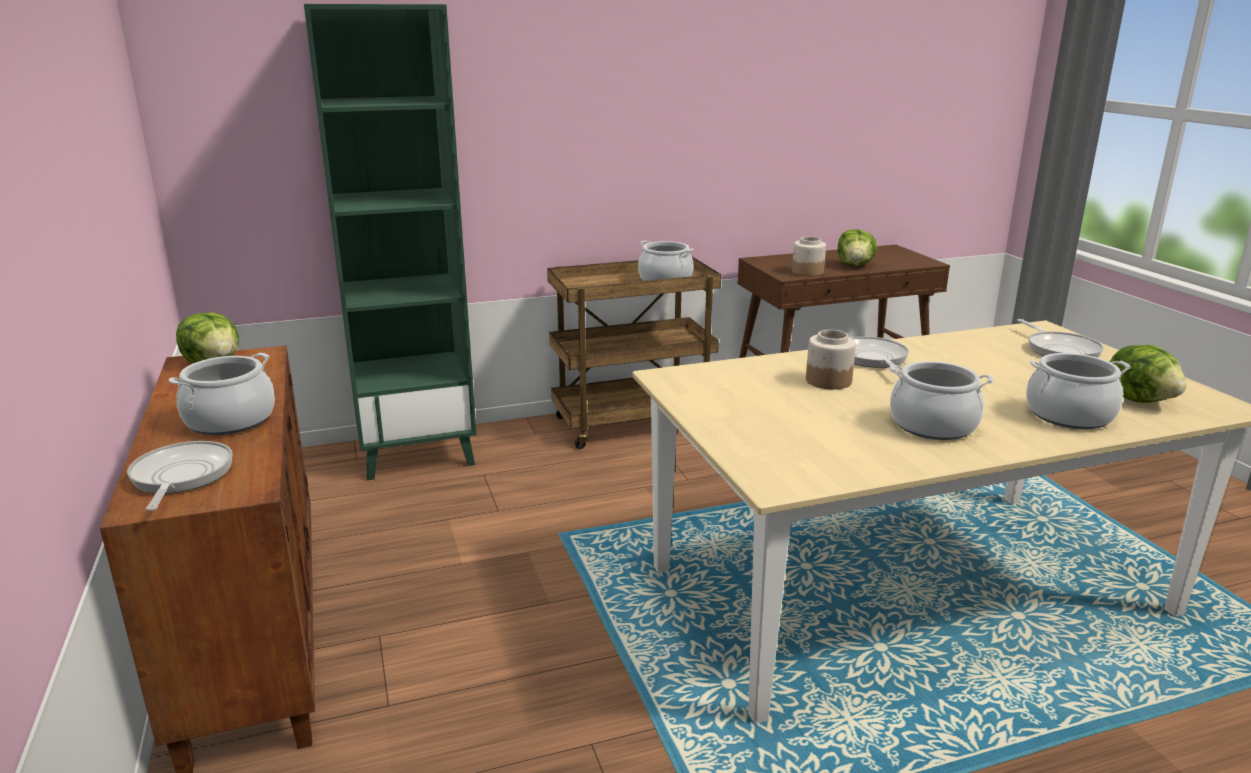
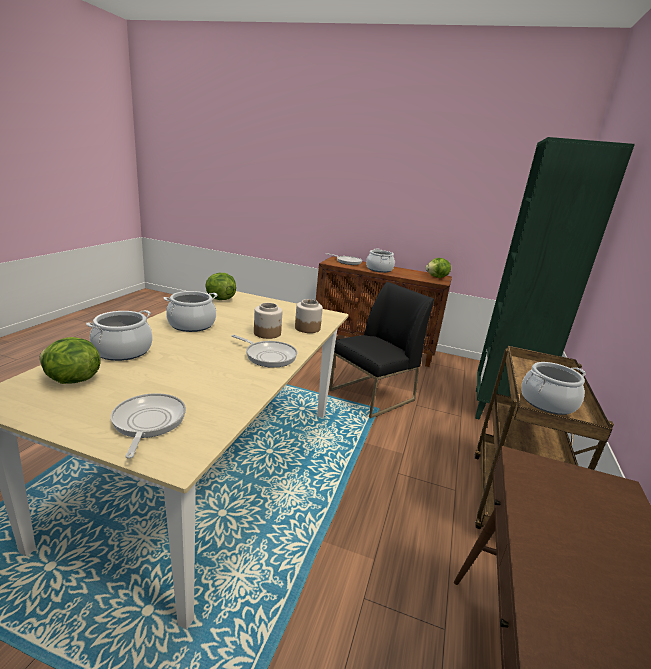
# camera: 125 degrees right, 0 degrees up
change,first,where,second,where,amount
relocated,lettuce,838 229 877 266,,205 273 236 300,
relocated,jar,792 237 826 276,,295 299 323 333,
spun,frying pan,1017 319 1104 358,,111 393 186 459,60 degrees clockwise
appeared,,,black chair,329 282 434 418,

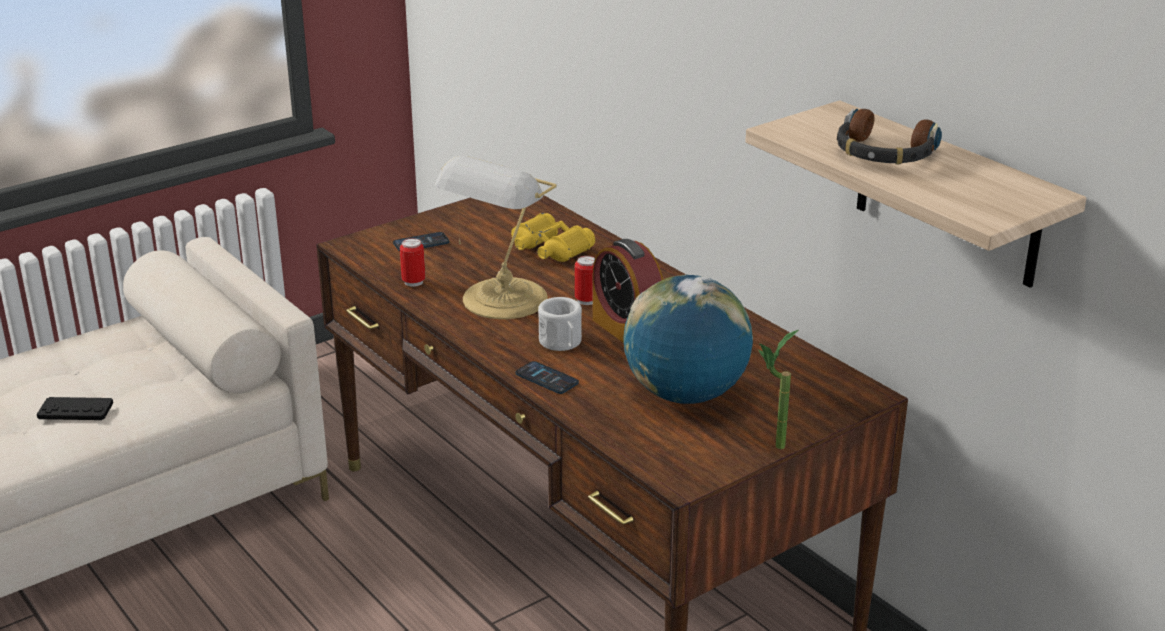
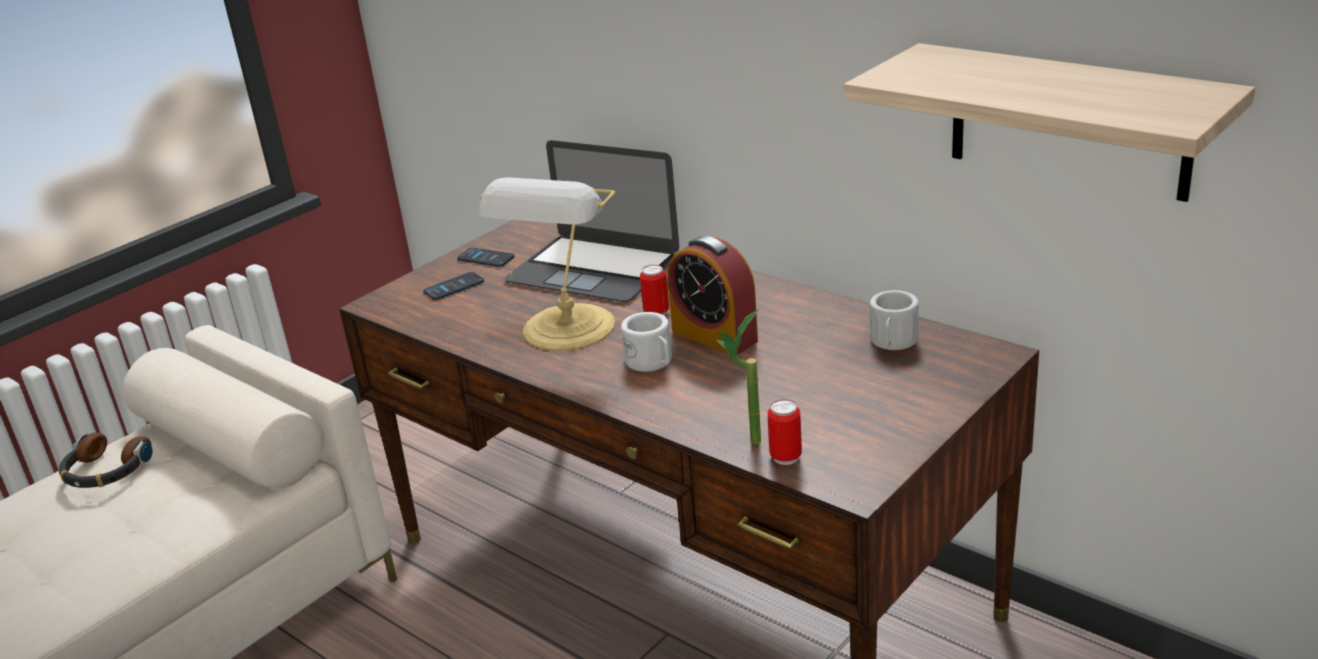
# camera: 10 degrees left, 0 degrees up
change,first,where,second,where,amount
relocated,headphones,837 108 942 164,,59 433 152 488,
exchanged,yellow binoculars,511 213 595 262,laptop,504 140 679 302,
relocated,can,400 238 425 287,,768 400 802 465,
missing,globe,623 275 753 404,,,
relocated,potted plant,758 330 798 449,,716 310 761 444,
relocated,phone,516 361 579 394,,457 248 515 267,
missing,black game controller,37 397 113 420,,,
appeared,,,white mug,870 290 919 350,

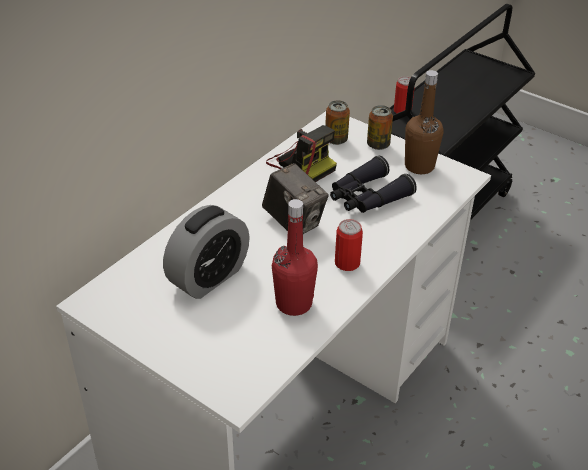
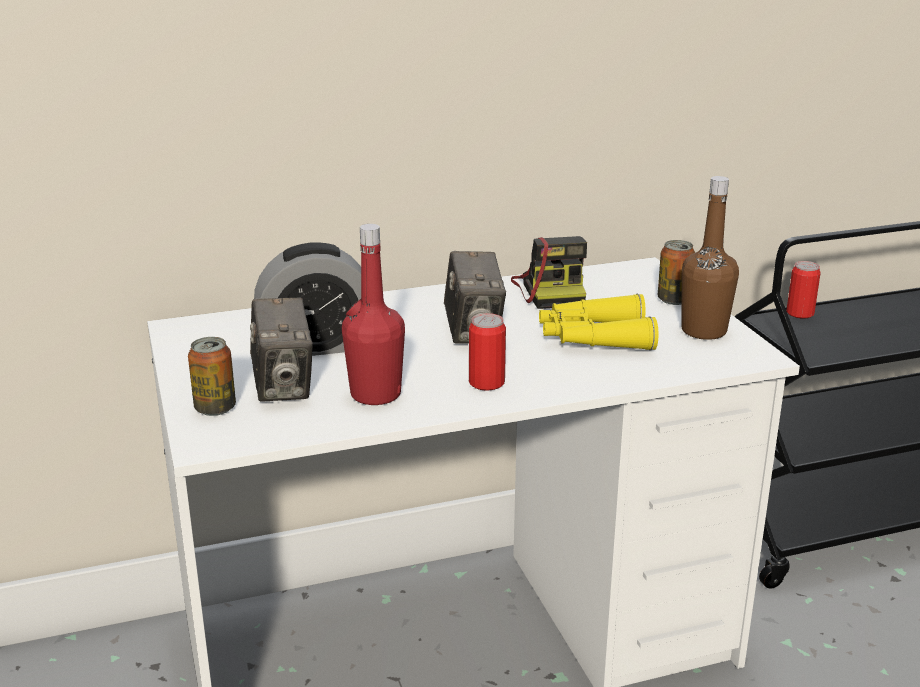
# camera: 35 degrees right, 15 degrees down
change,first,where,second,where,amount
relocated,can,325 100 350 145,,188 337 236 416,
colour,black binoculars,330 156 417 213,yellow binoculars,539 294 658 351,
appeared,,,photo camera,250 298 313 402,

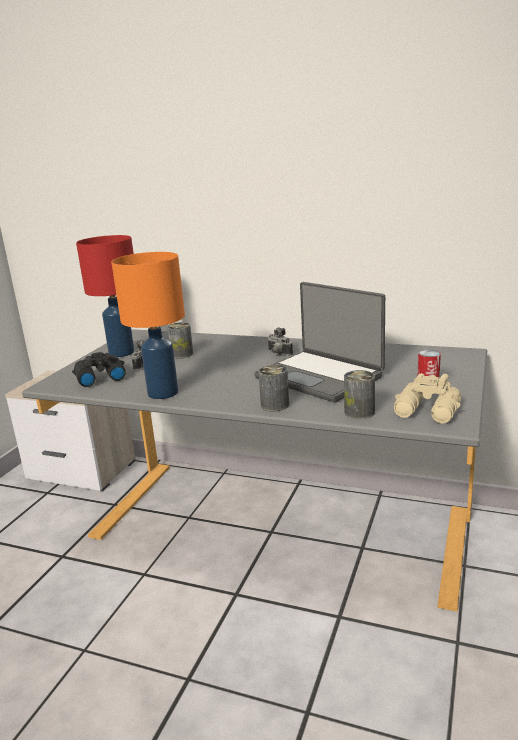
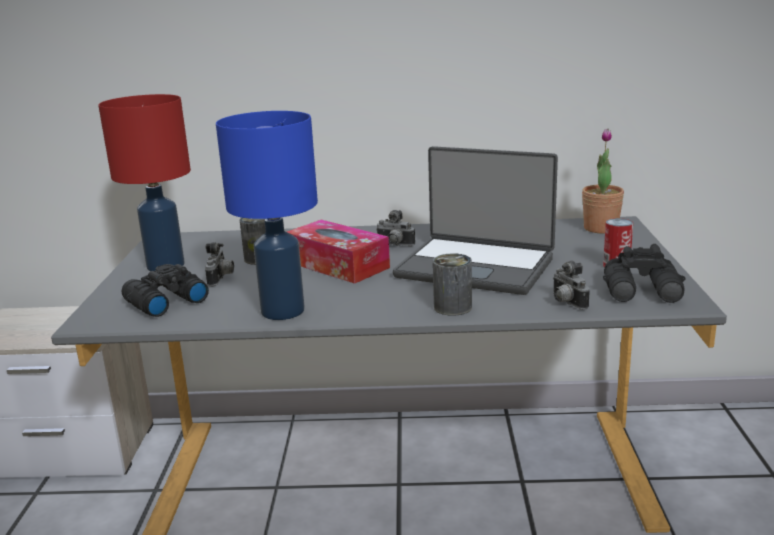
# camera: 20 degrees left, 0 degrees up
change,first,where,second,where,amount
colour,orange table lamp,111 252 185 399,blue table lamp,216 111 318 320,
exchanged,can,344 370 375 419,photo camera,553 261 590 310,
colour,beige binoculars,394 373 461 424,black binoculars,603 244 686 303,
appeared,,,potted plant,582 129 624 233,
appeared,,,tissue box,287 220 390 284,

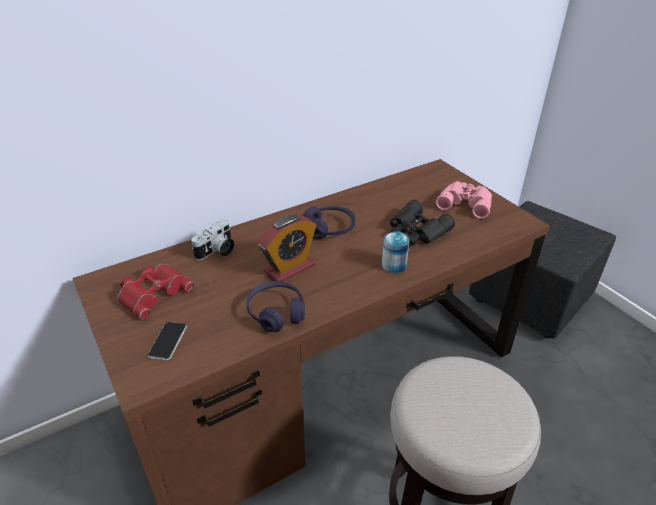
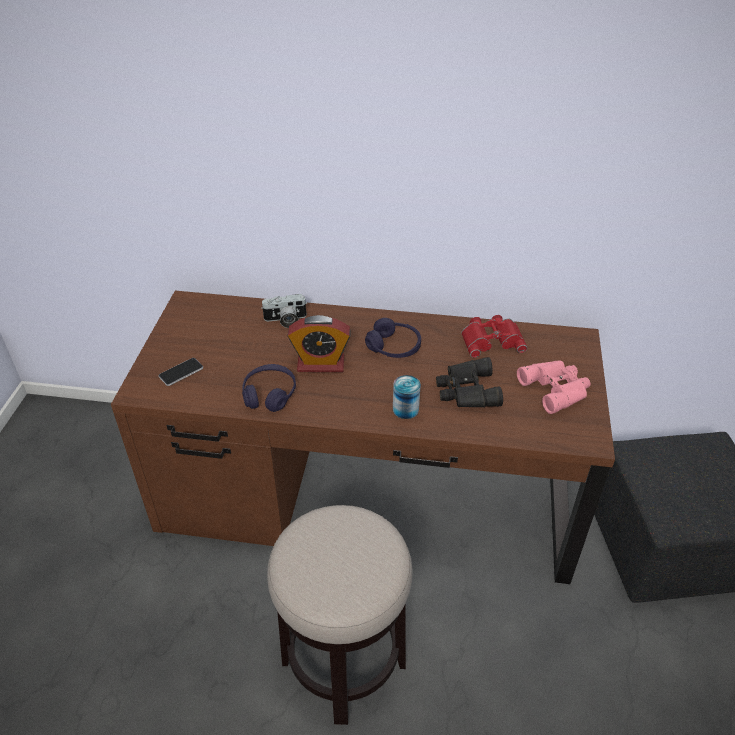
# camera: 40 degrees right, 5 degrees up
change,first,where,second,where,amount
relocated,red binoculars,117 264 195 320,,461 315 527 358,

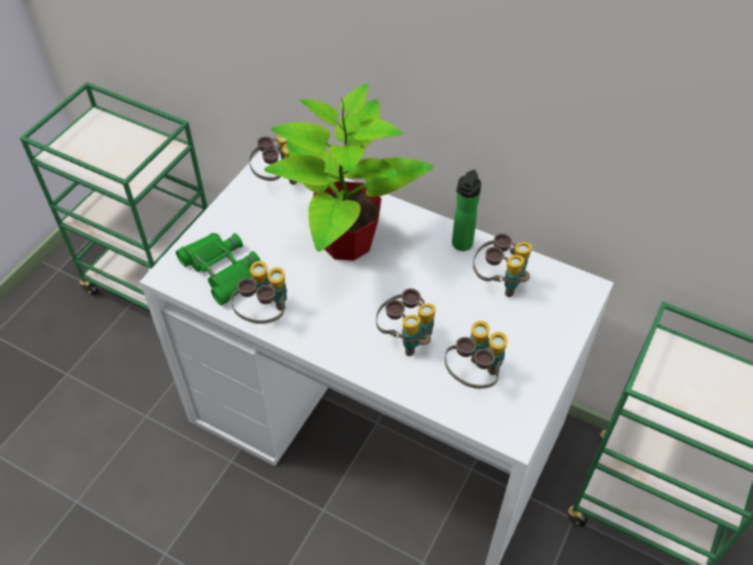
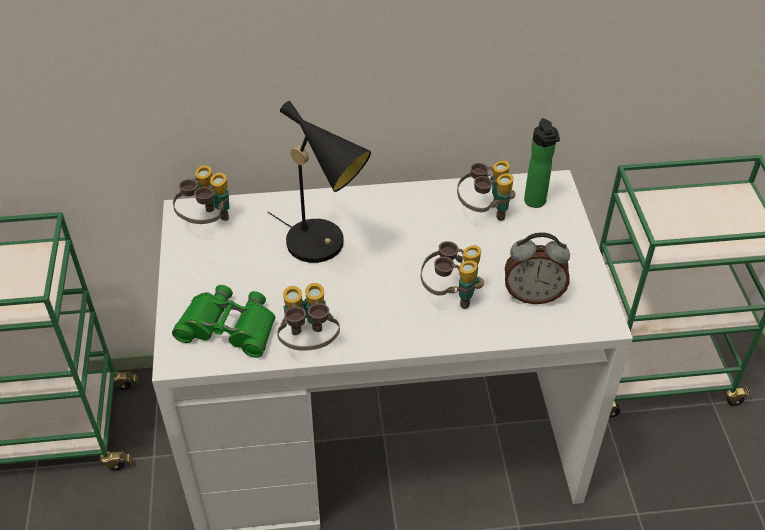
# camera: 35 degrees left, 5 degrees down
change,first,where,second,where,amount
exchanged,potted plant,264 83 434 261,black table lamp,268 101 371 263,
relocated,bottle,452 170 481 251,,524 118 560 208,
exchanged,binoculars,445 321 508 389,alarm clock,505 232 570 304,

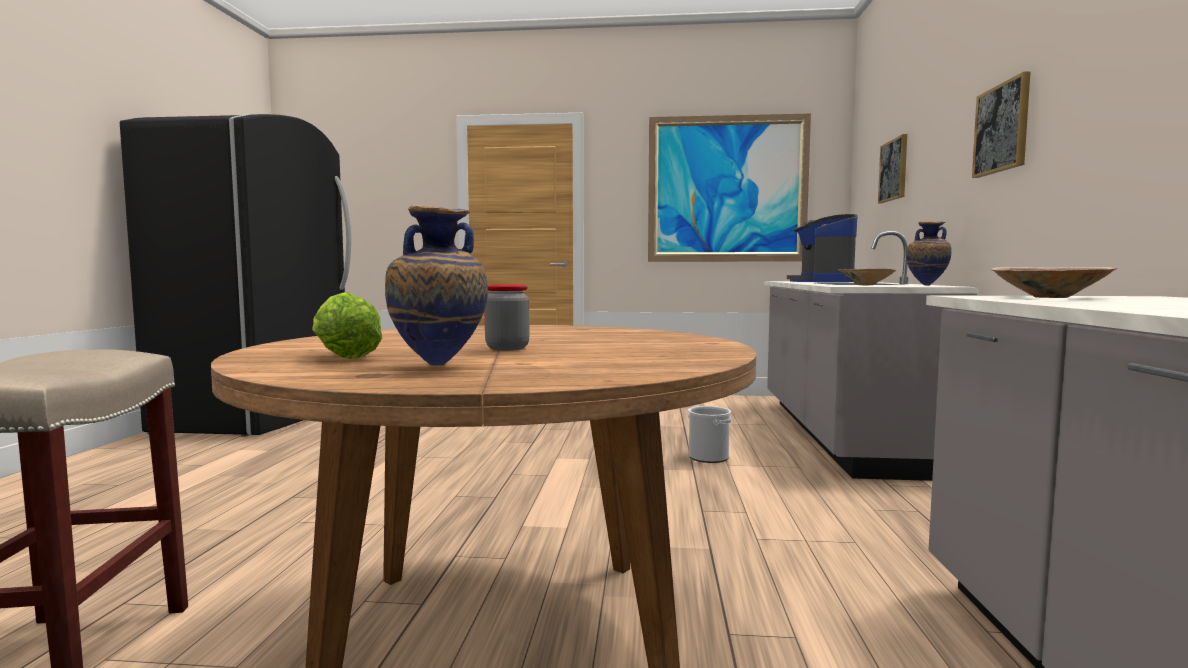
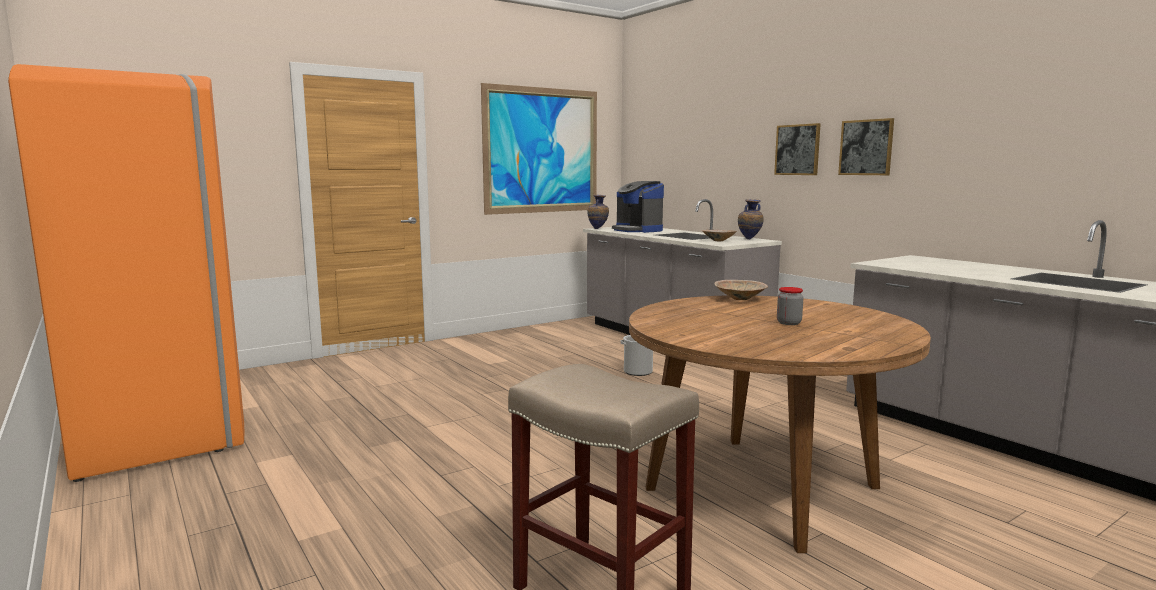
# camera: 40 degrees left, 5 degrees up
change,first,where,second,where,amount
colour,black fridge,120 114 351 437,orange fridge,8 64 244 482,
relocated,picture,878 134 907 203,,838 118 894 175,
relocated,vase,385 205 488 366,,587 194 609 229,
relocated,beige bowl,991 267 1117 298,,714 280 768 300,
missing,lettuce,312 292 382 359,,,

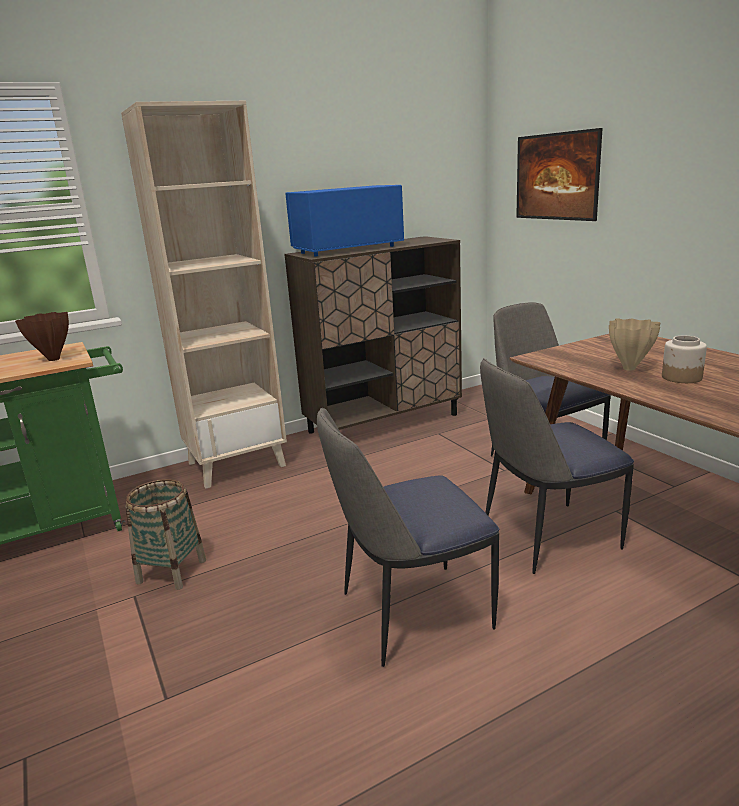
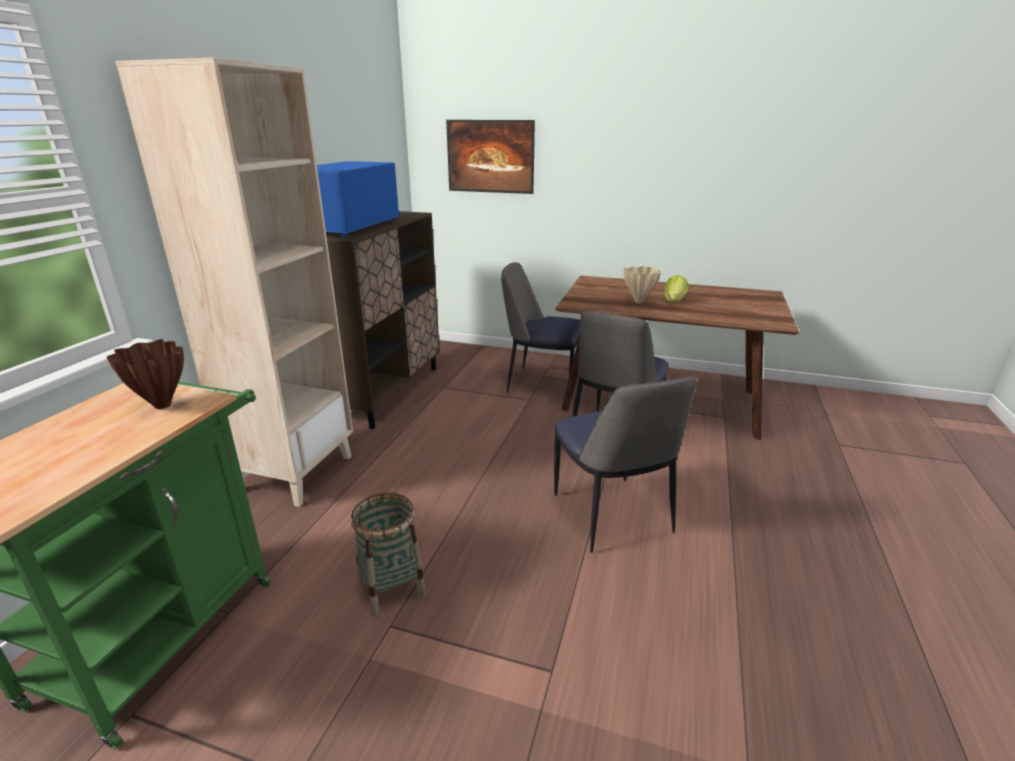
# camera: 45 degrees left, 5 degrees up
change,first,where,second,where,amount
exchanged,jar,662 336 707 383,lettuce,664 275 689 302,
spun,chair,317 408 499 667,,554 376 697 553,45 degrees counterclockwise

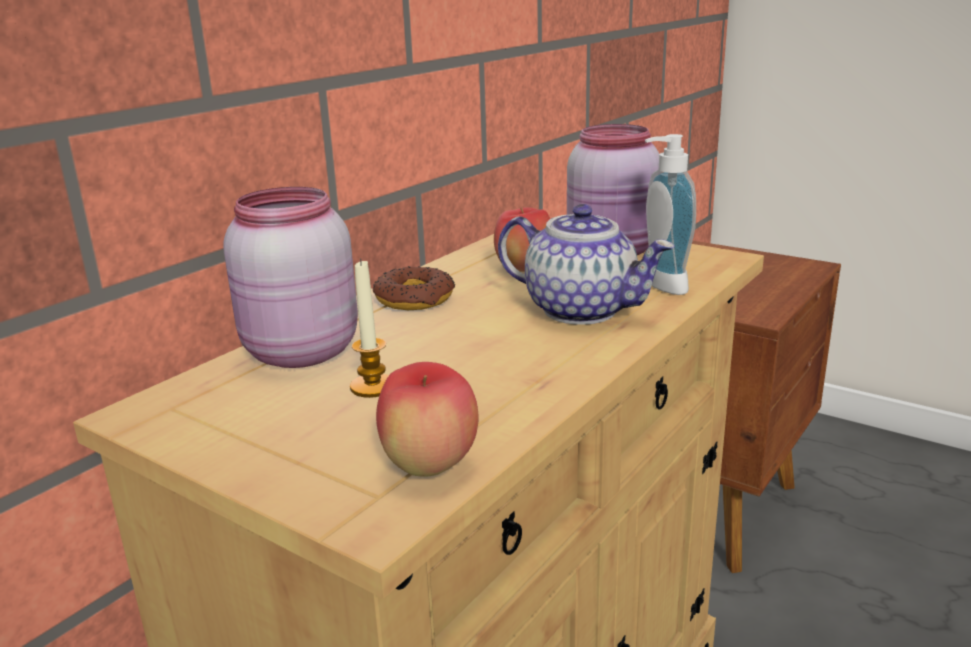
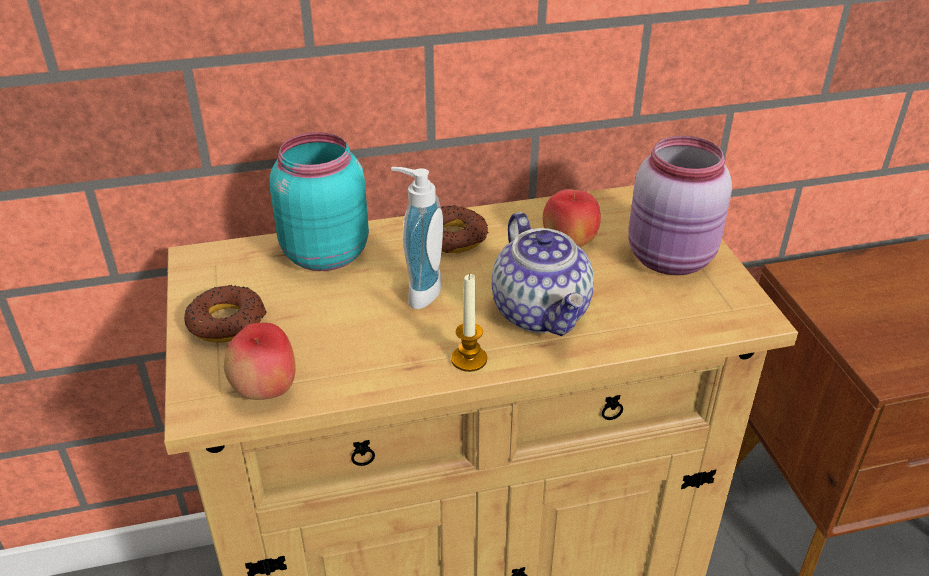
# camera: 40 degrees right, 15 degrees up
change,first,where,second,where,amount
relocated,soap dispenser,645 134 696 295,,391 167 443 309,
colour,pink jar,223 187 358 368,turquoise jar,270 132 369 271,
relocated,candle,350 259 389 398,,451 273 487 372,
appeared,,,donut,184 285 267 343,

